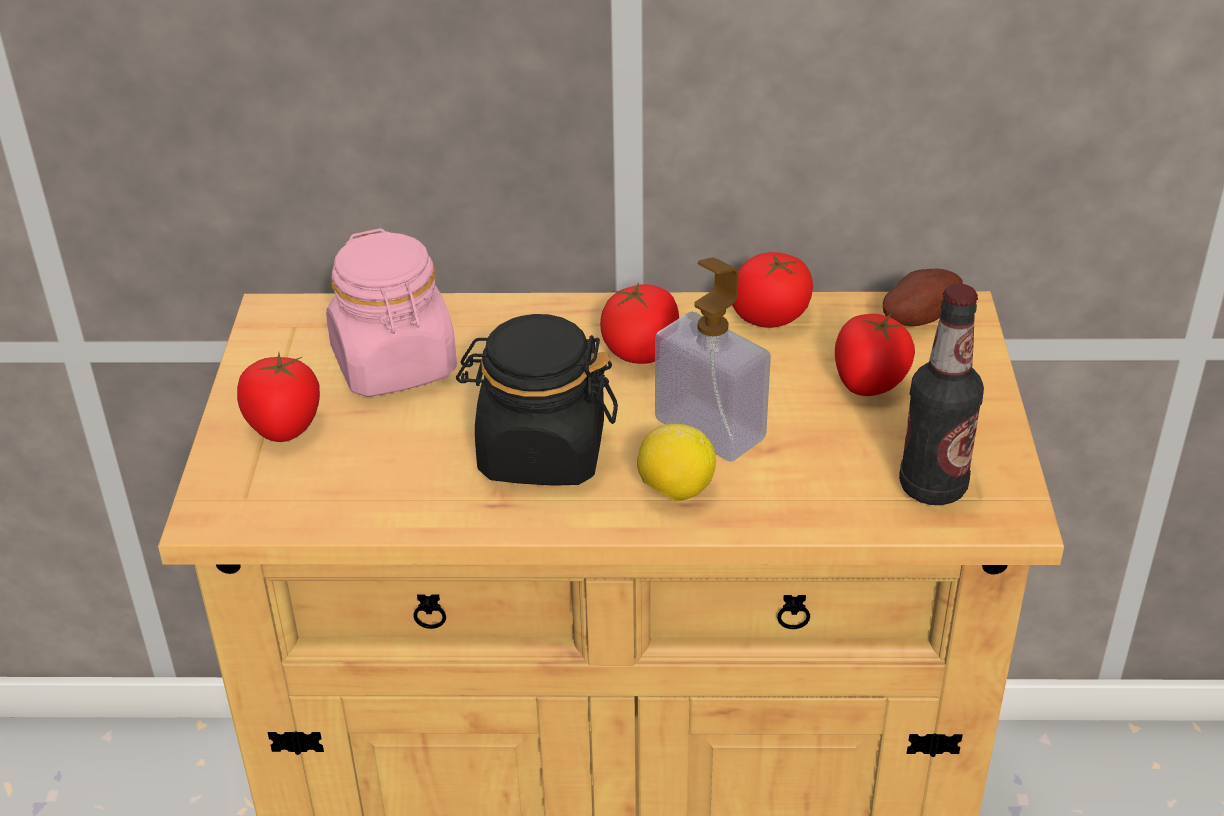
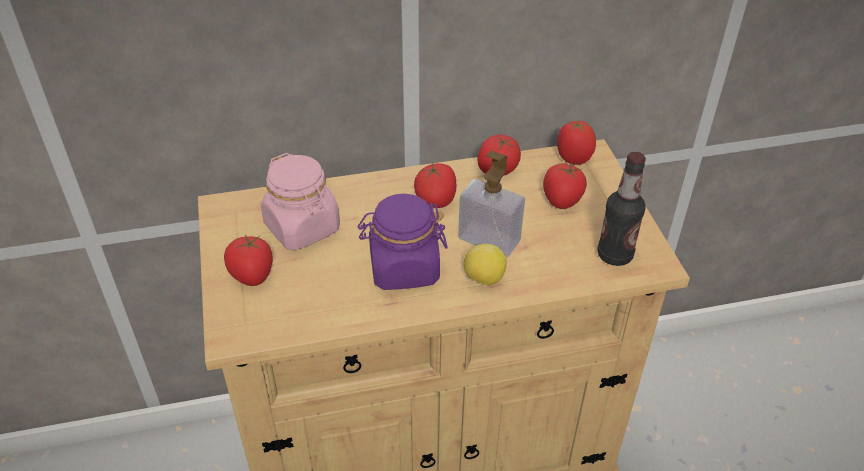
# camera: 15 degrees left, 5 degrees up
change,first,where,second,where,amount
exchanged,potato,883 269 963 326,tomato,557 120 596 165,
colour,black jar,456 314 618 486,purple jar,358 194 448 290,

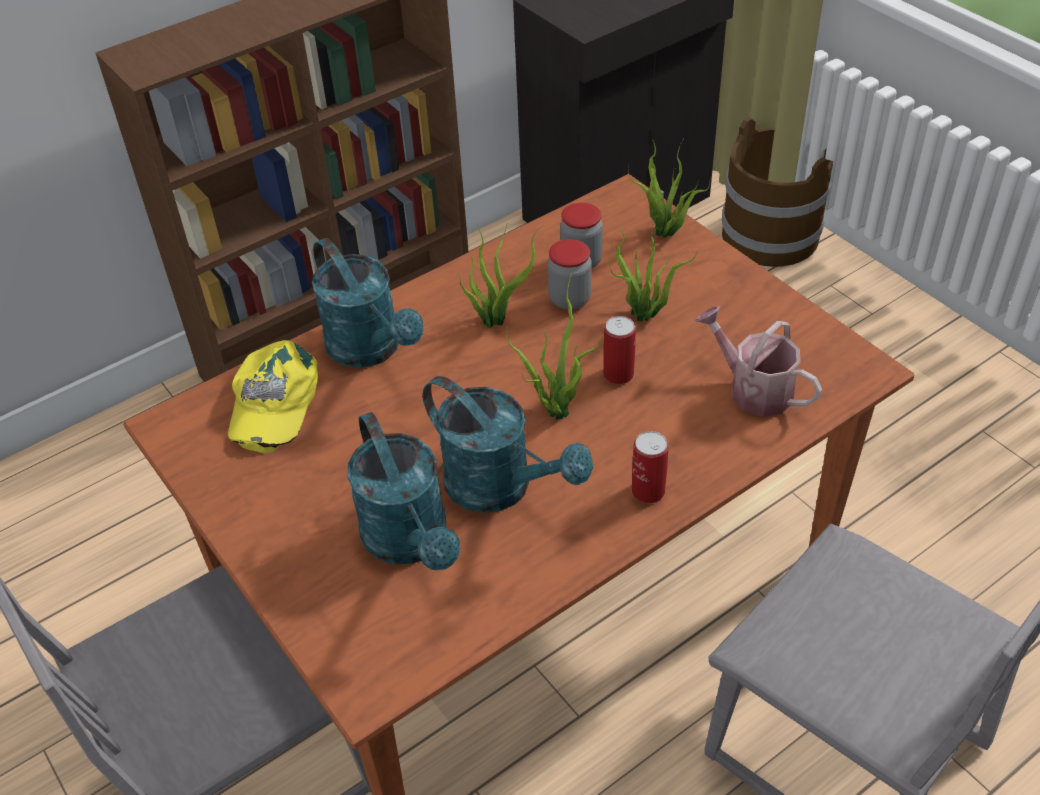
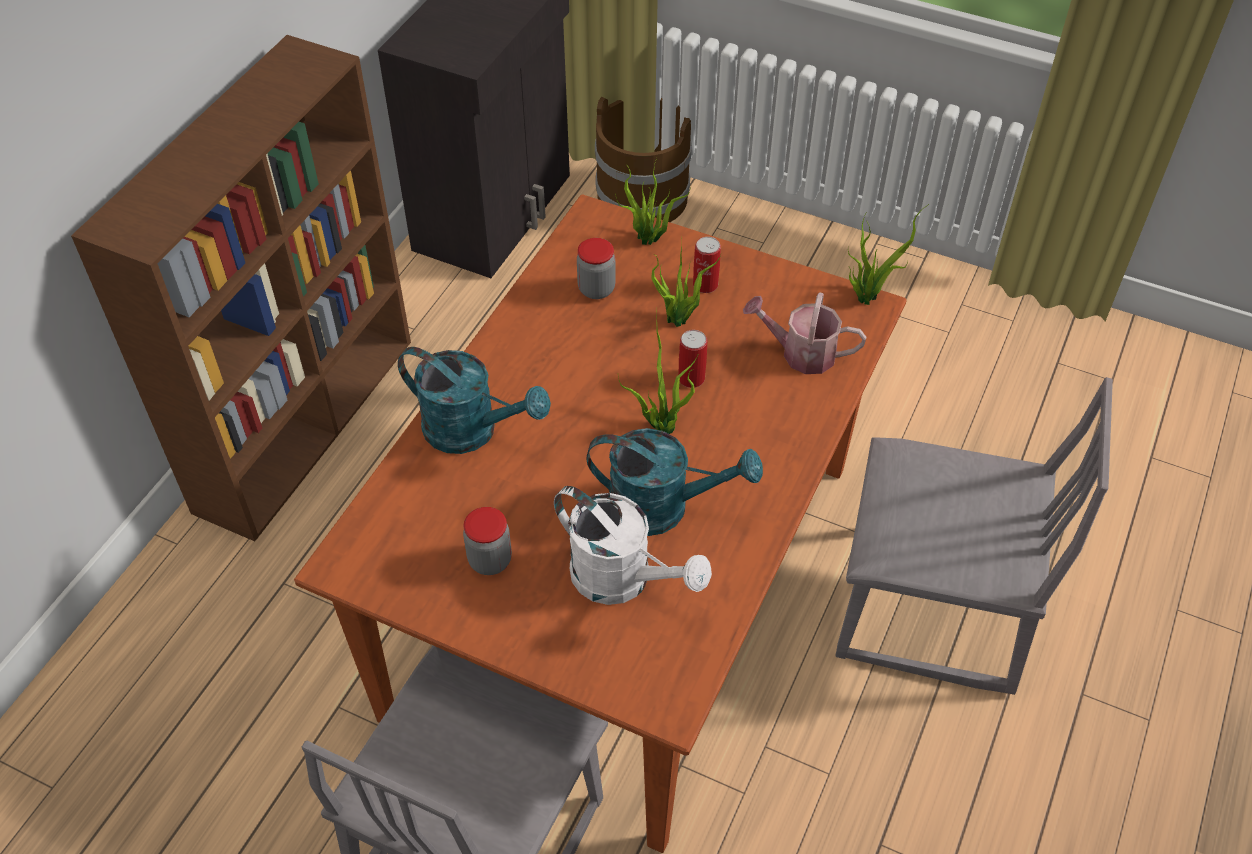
# camera: 30 degrees left, 5 degrees up
change,first,where,second,where,amount
relocated,potted plant,458 222 544 328,,848 204 929 305,
relocated,jar,548 239 592 310,,463 507 512 575,
missing,yellow cap,228 340 318 453,,,
colour,turquoise watering can,347 412 460 571,white watering can,554 486 712 605,
relocated,can,632 431 668 503,,693 237 721 293,

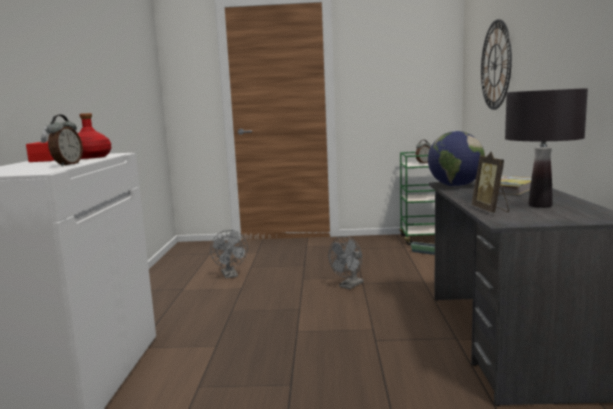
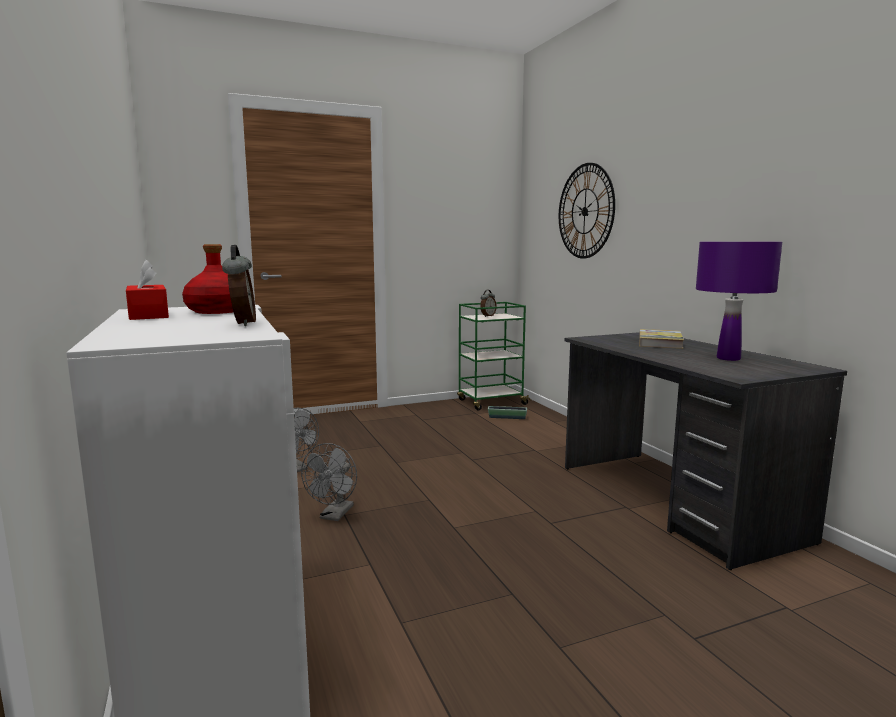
# camera: 25 degrees left, 0 degrees up
change,first,where,second,where,amount
colour,black table lamp,505 88 588 208,purple table lamp,696 242 782 361,
missing,globe,428 131 485 187,,,
missing,picture frame,472 152 509 212,,,
relocated,grey fan,329 236 364 289,,301 443 357 521,

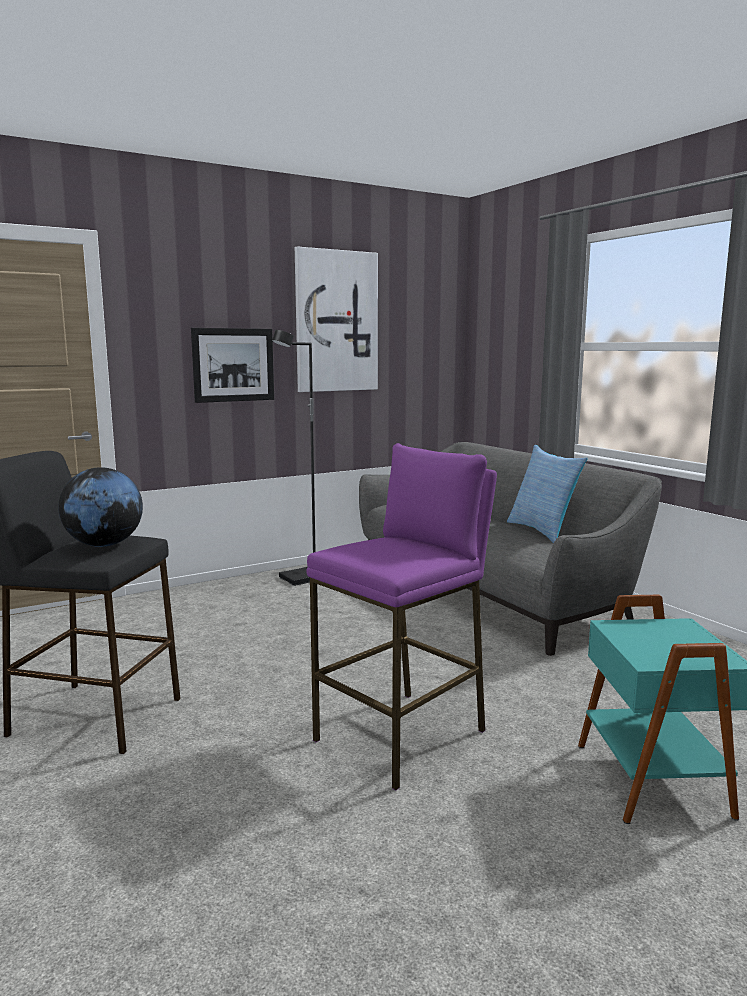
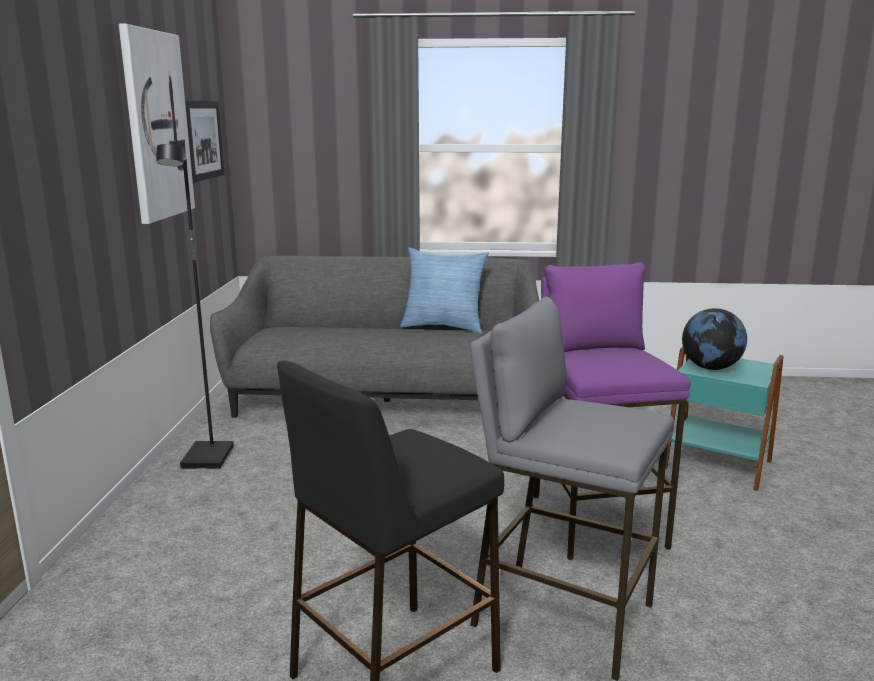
# camera: 55 degrees left, 5 degrees up
change,first,where,second,where,amount
relocated,picture,191 328 274 403,,185 100 225 183,
relocated,globe,58 467 143 547,,682 308 747 370,
appeared,,,grey stool,470 297 674 681,

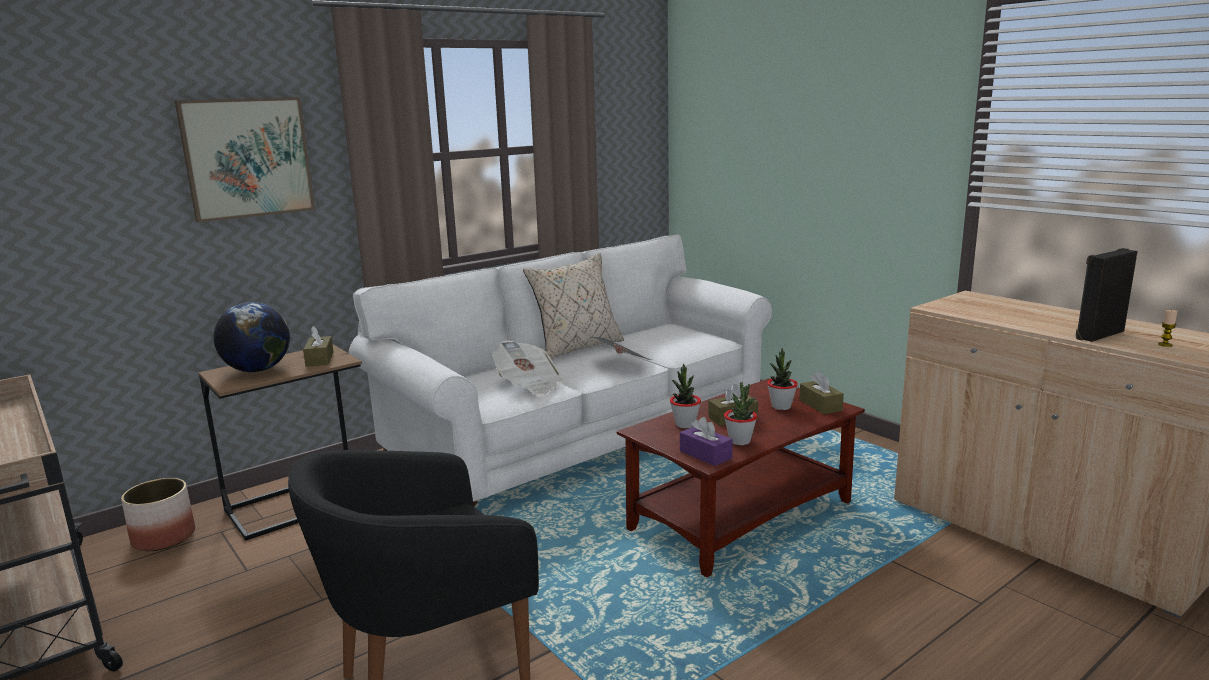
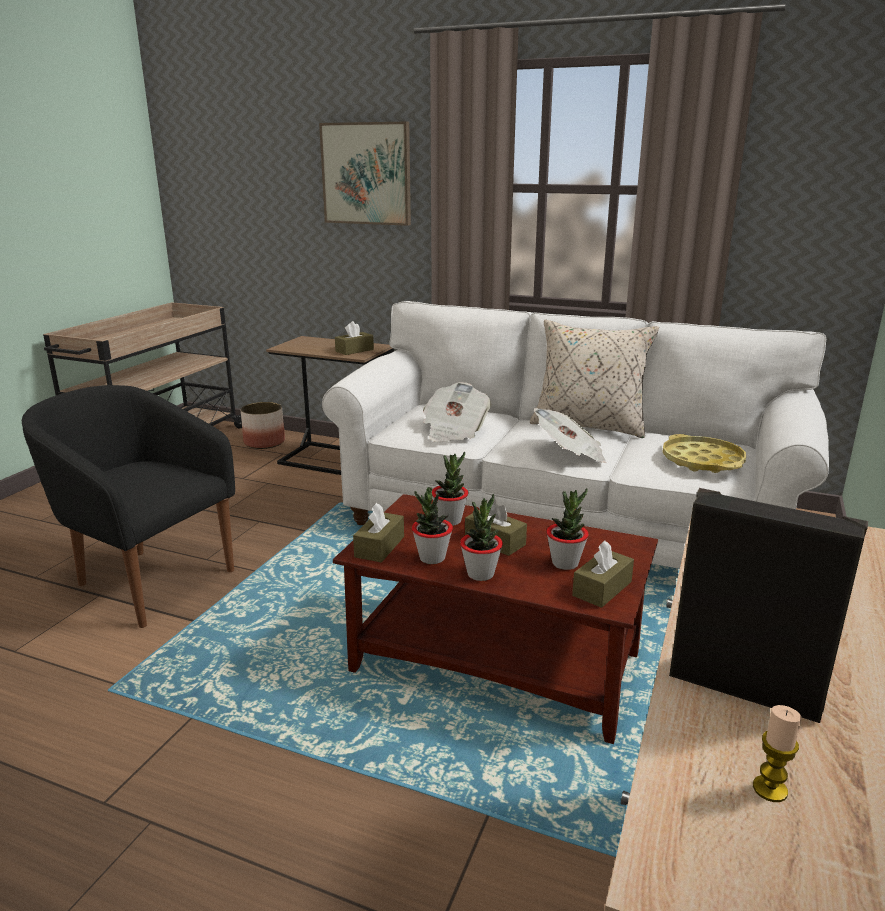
# camera: 60 degrees right, 5 degrees up
change,first,where,second,where,amount
missing,globe,214 302 290 372,,,
colour,purple tissue box,680 417 733 466,brown tissue box,353 503 404 563,
appeared,,,yellow tray,662 434 746 473,
appeared,,,potted plant,460 494 503 581,

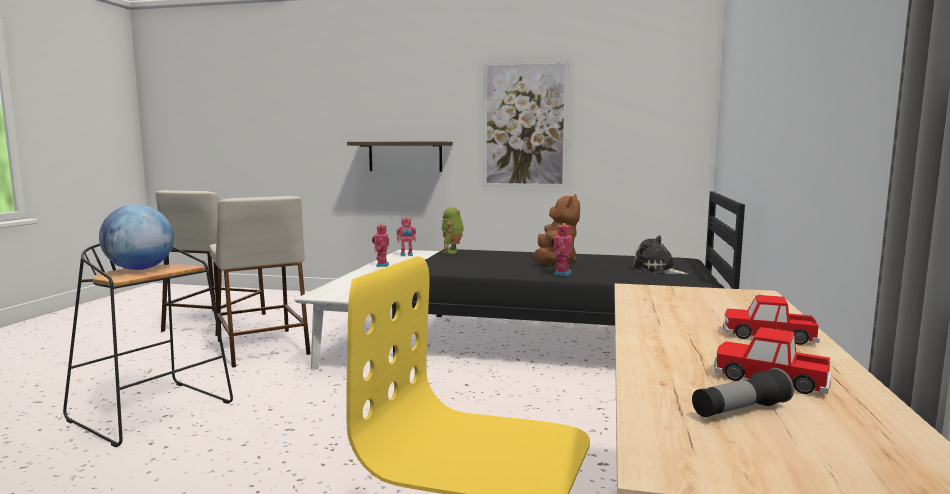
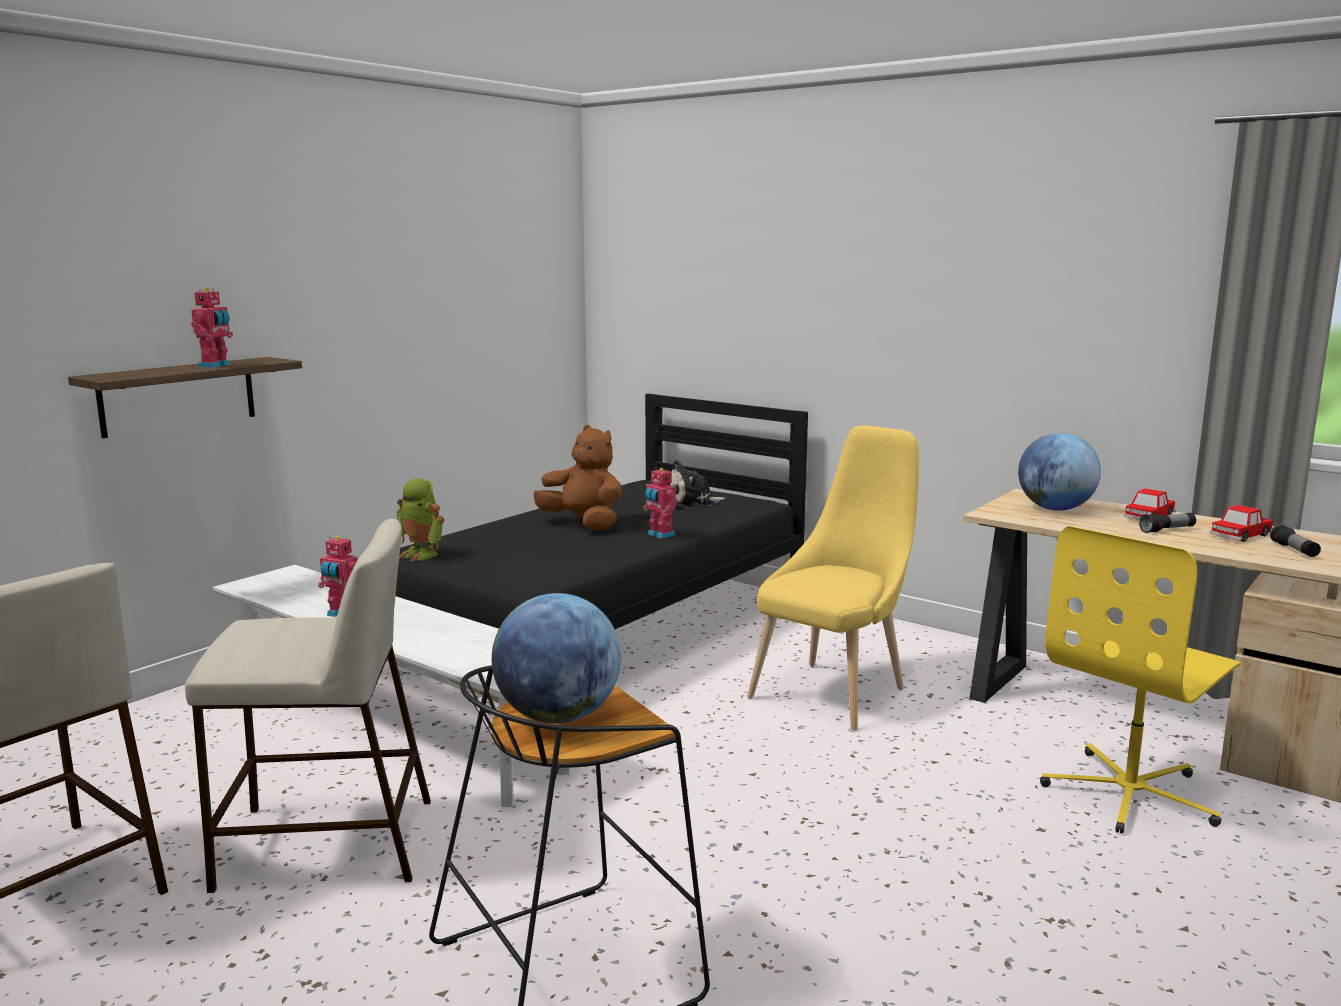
# camera: 65 degrees left, 5 degrees up
change,first,where,second,where,amount
missing,picture,483 60 569 188,,,
relocated,toy robot,397 217 416 256,,191 287 233 368,
appeared,,,yellow chair,747 426 919 731,
appeared,,,globe,1018 433 1101 511,
appeared,,,flashlight,1139 513 1196 533,

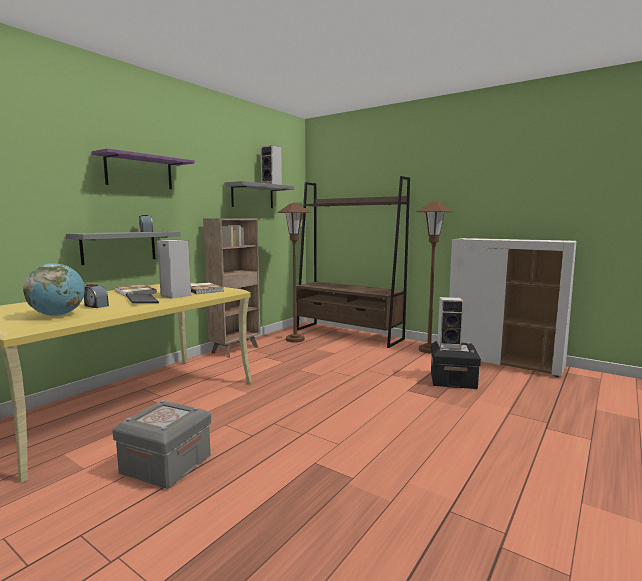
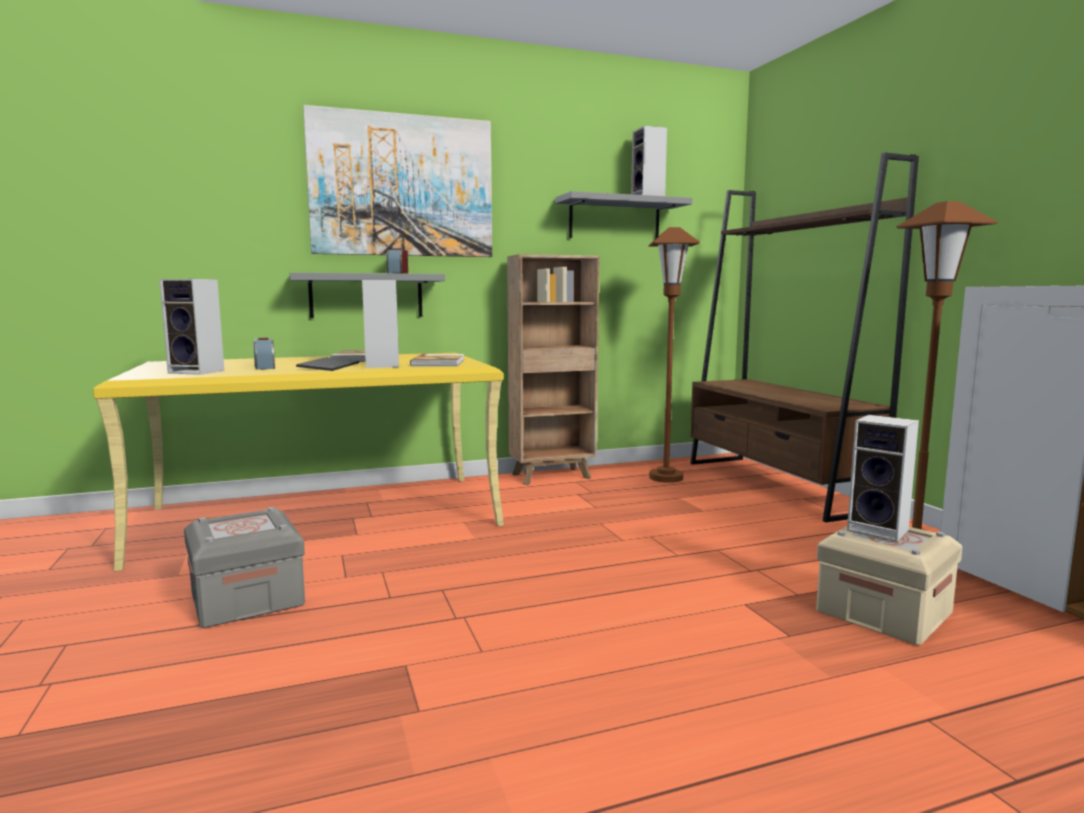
# camera: 35 degrees right, 0 degrees up
change,first,where,second,where,amount
exchanged,purple shelf,91 148 195 189,picture,303 105 492 257,
exchanged,globe,23 264 85 316,speaker,159 279 225 375,
colour,black storage box,431 341 481 389,beige storage box,816 526 962 645,

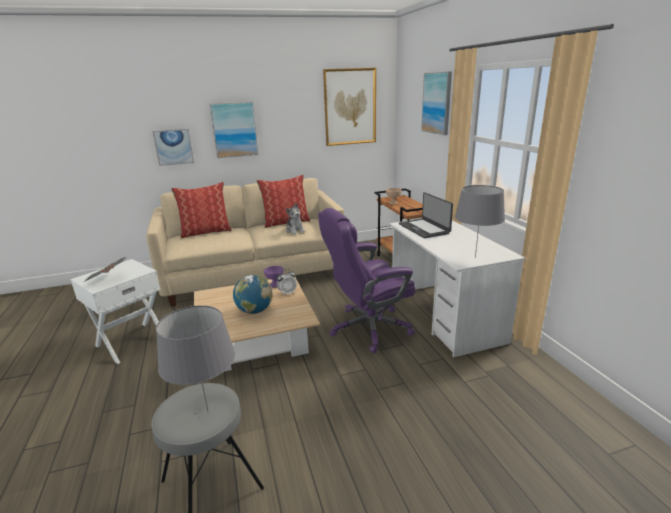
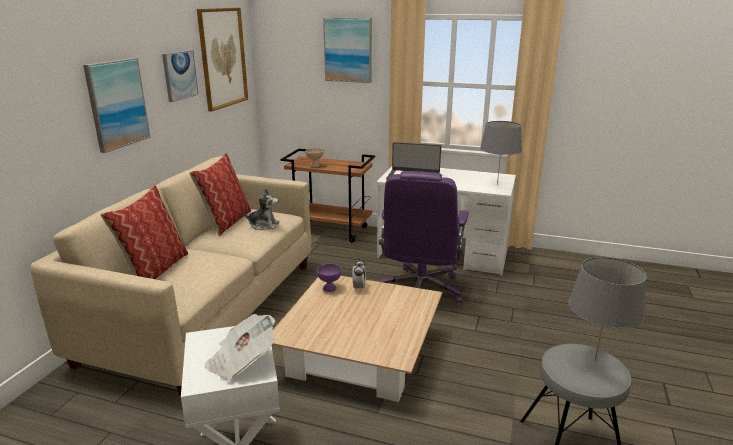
# camera: 55 degrees left, 0 degrees up
change,first,where,second,where,amount
relocated,picture,153 129 194 166,,162 50 199 102,
missing,globe,233 275 273 314,,,

